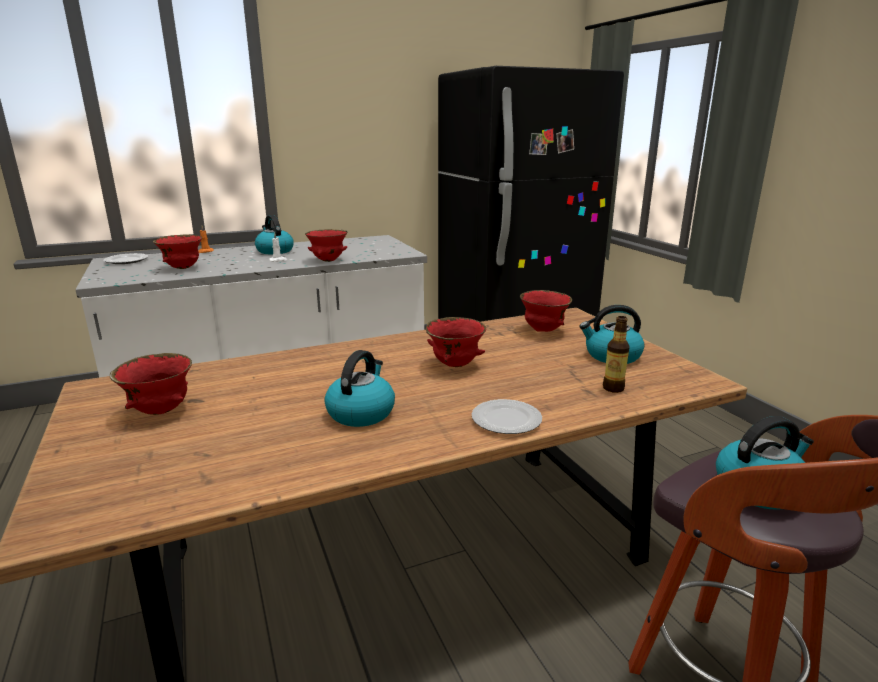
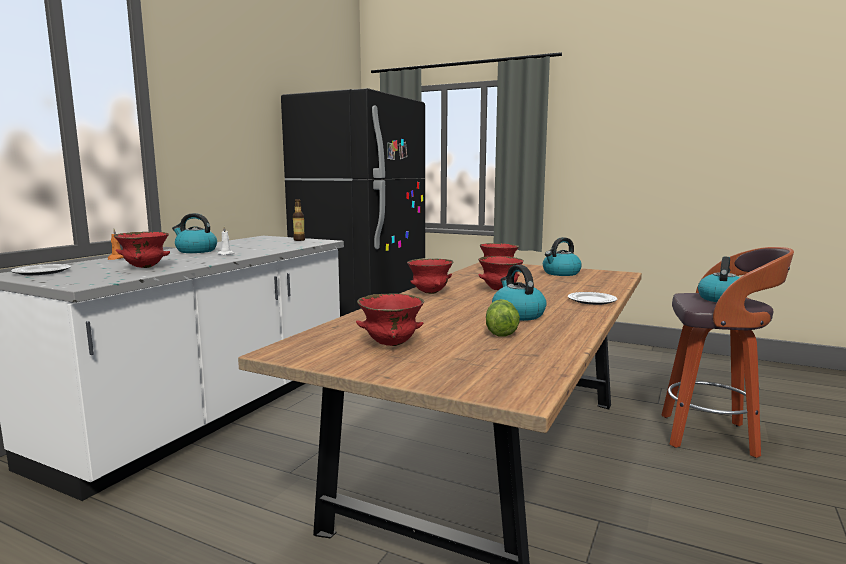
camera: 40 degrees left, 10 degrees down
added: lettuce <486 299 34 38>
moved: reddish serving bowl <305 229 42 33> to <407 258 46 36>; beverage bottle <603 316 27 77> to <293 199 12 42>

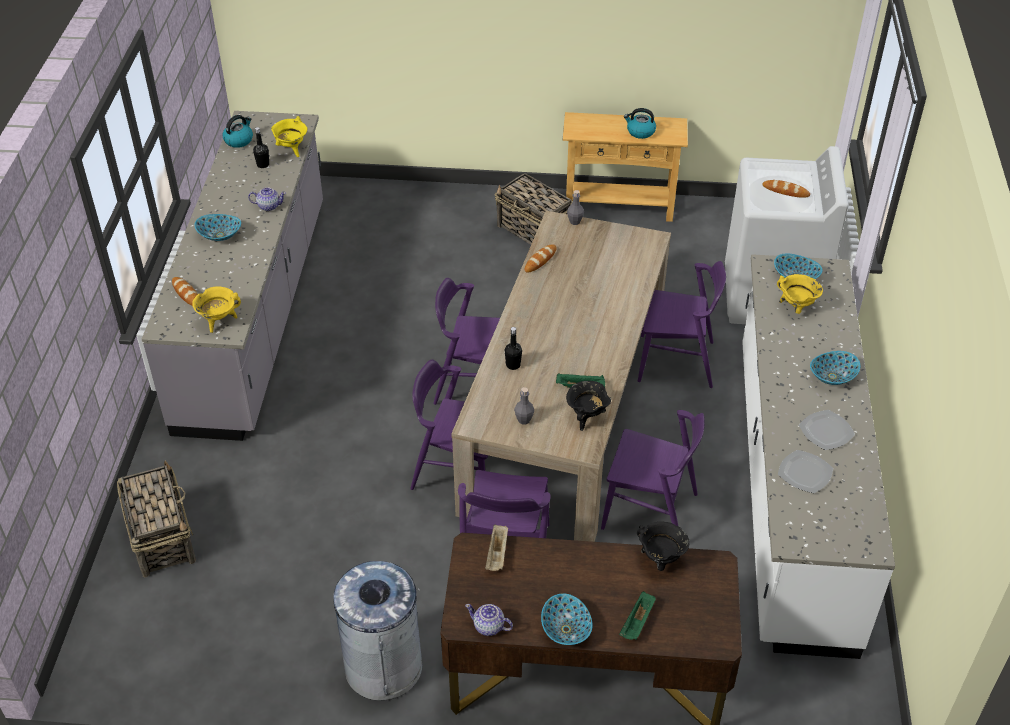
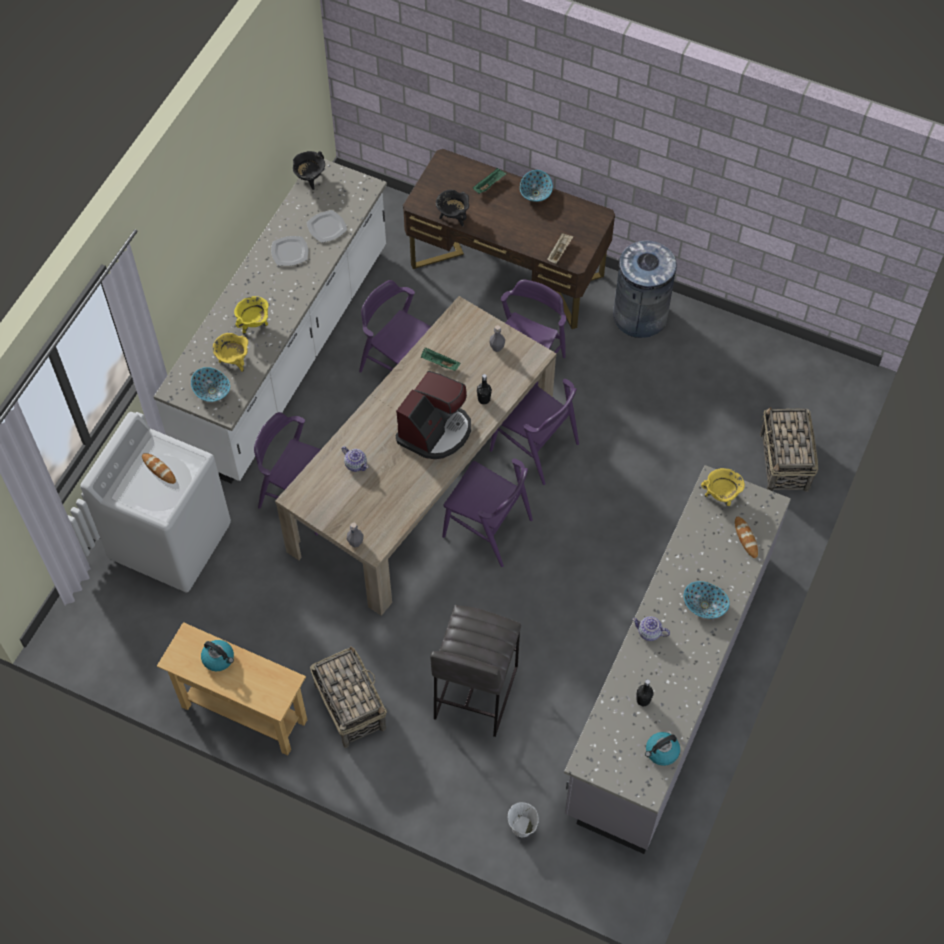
camera: 160 degrees left, 15 degrees up
removed: baked bread <524 244 32 29>; serving bowl <810 351 50 34>
added: coffee brewer <396 371 75 88>; grey stool seat <430 605 91 132>; white-coloured bucket <508 802 31 35>
moved: yellowish saucepot <271 116 36 41> to <234 296 35 39>; pot for tea <465 604 48 32> to <342 446 27 26>; black-coloured saucepot <566 381 45 50> to <293 151 32 39>

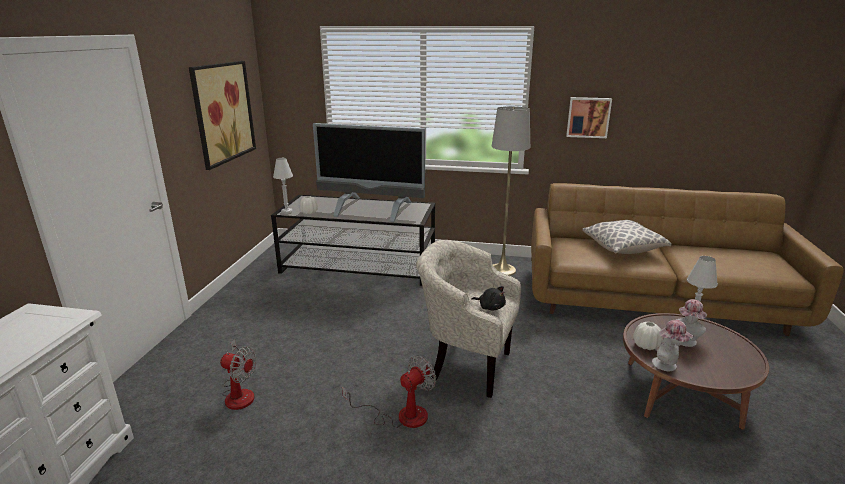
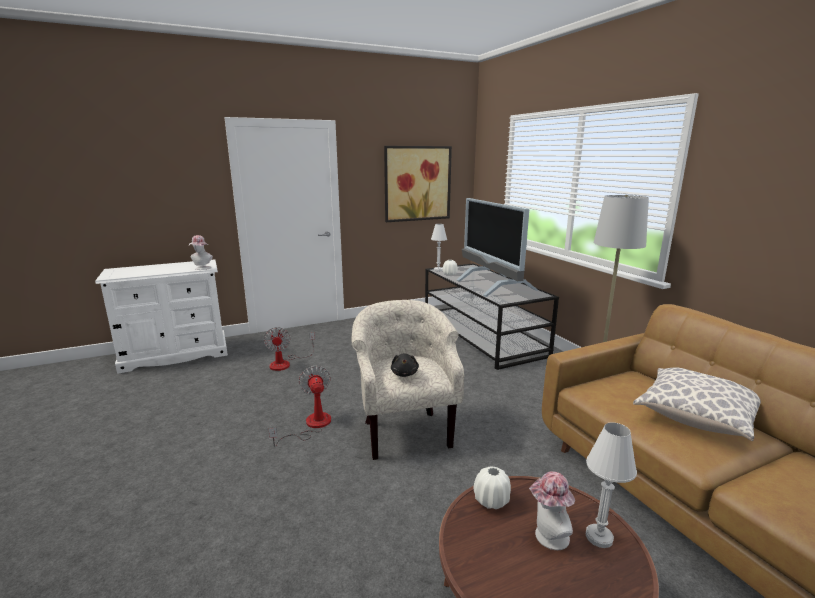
camera: 55 degrees right, 5 degrees down
removed: wall picture <566 97 46 41>
moved: hat <652 320 42 51> to <189 235 24 35>
turned: electric fan <342 355 94 73> = <269 366 62 80> 120 degrees counterclockwise

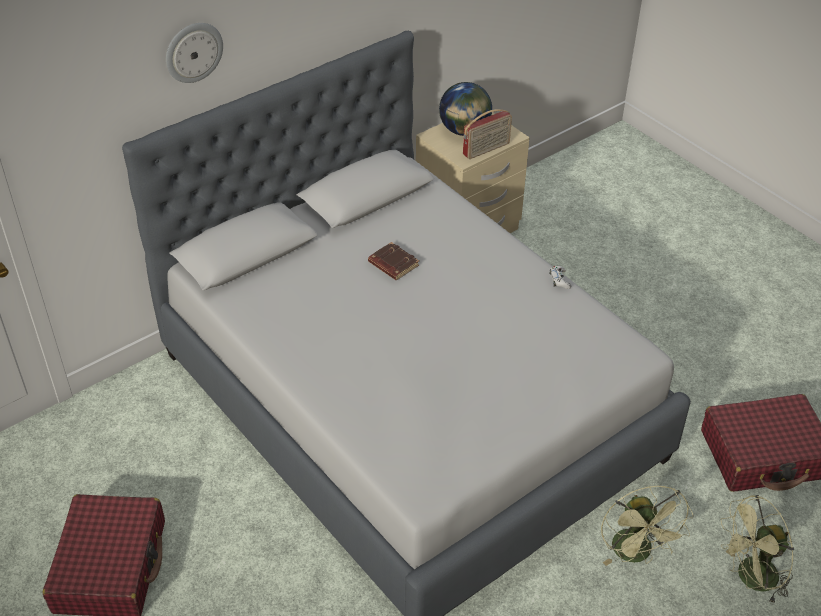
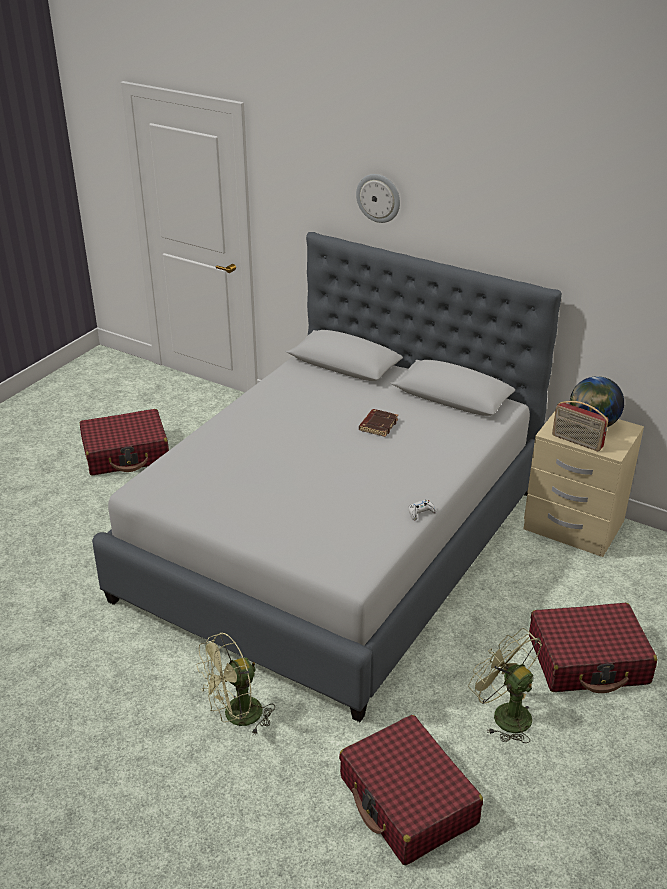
camera: 70 degrees right, 10 degrees down
added: reddish piece of luggage <529 603 128 90>
moved: green electric fan <721 495 73 109> to <468 628 74 115>

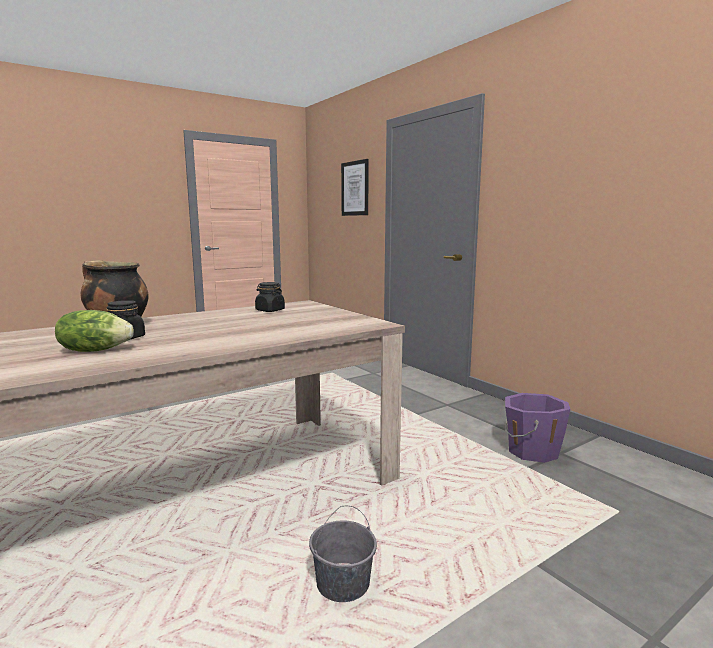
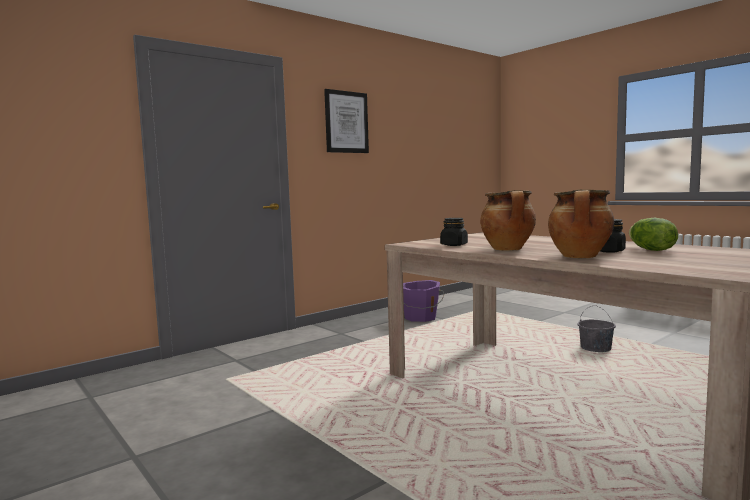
camera: 95 degrees left, 5 degrees down
added: saucepot <480 190 56 61>
moved: wall picture <341 159 28 57> to <324 89 45 64>

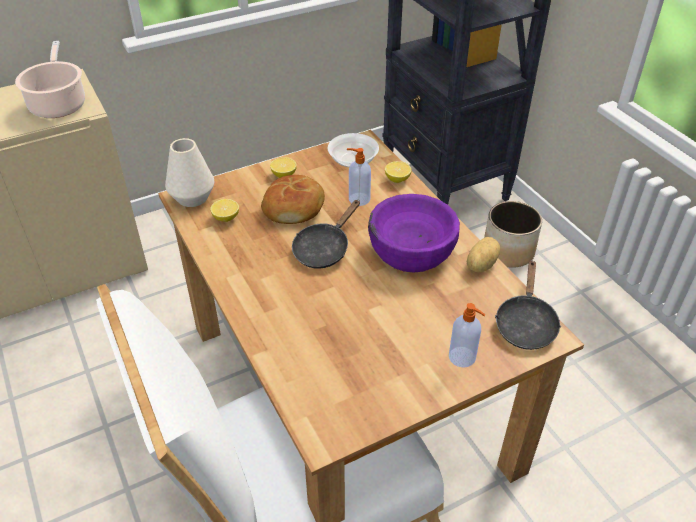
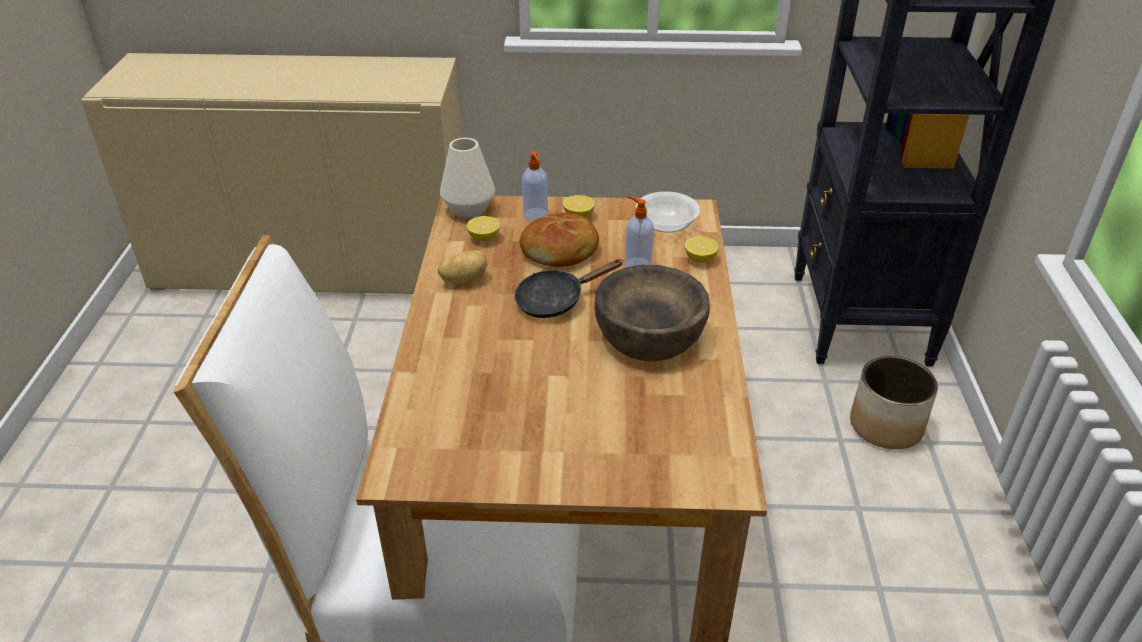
camera: 30 degrees right, 5 degrees down
removed: saucepot <15 41 70 77>; black-coloured frying pan <495 260 66 90>
moved: soap bottle <449 303 36 65> to <522 151 26 70>; whole potato <467 237 33 35> to <438 250 49 34>
recoloured: purple-coloured serving bowl <368 194 92 79> to brown serving bowl <595 265 115 96>

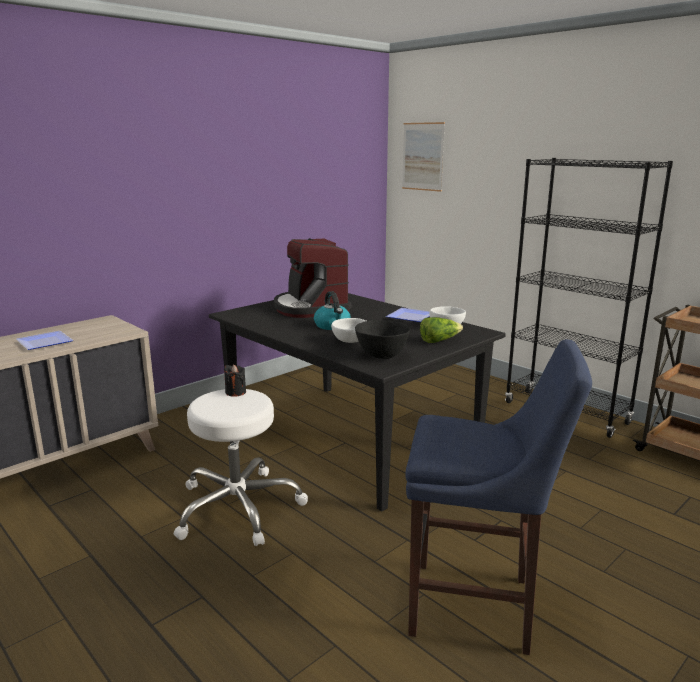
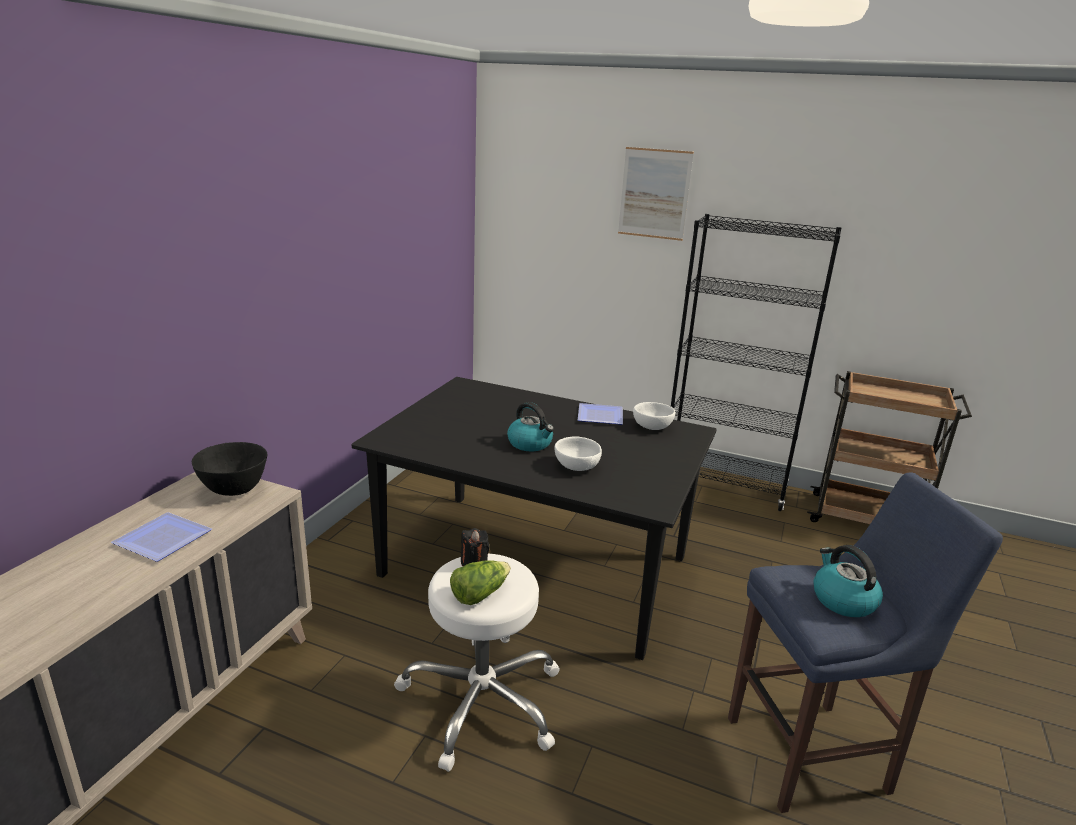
camera: 25 degrees left, 5 degrees up
removed: coffee brewer <274 238 77 80>
added: kettle <813 545 70 72>
moved: black-coloured serving bowl <355 320 55 39> to <192 442 75 54>; wall picture <402 122 43 70> to <618 147 76 94>; lettuce <420 317 43 26> to <450 560 61 45>

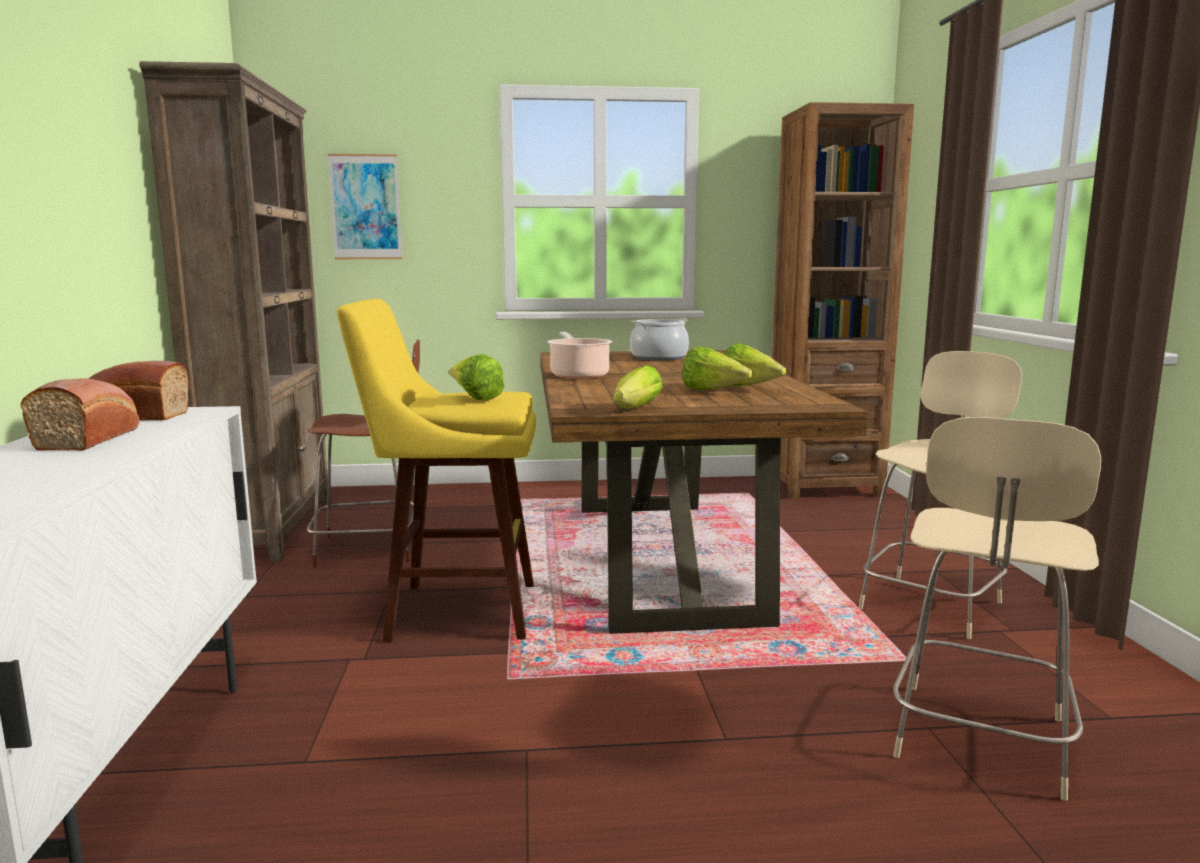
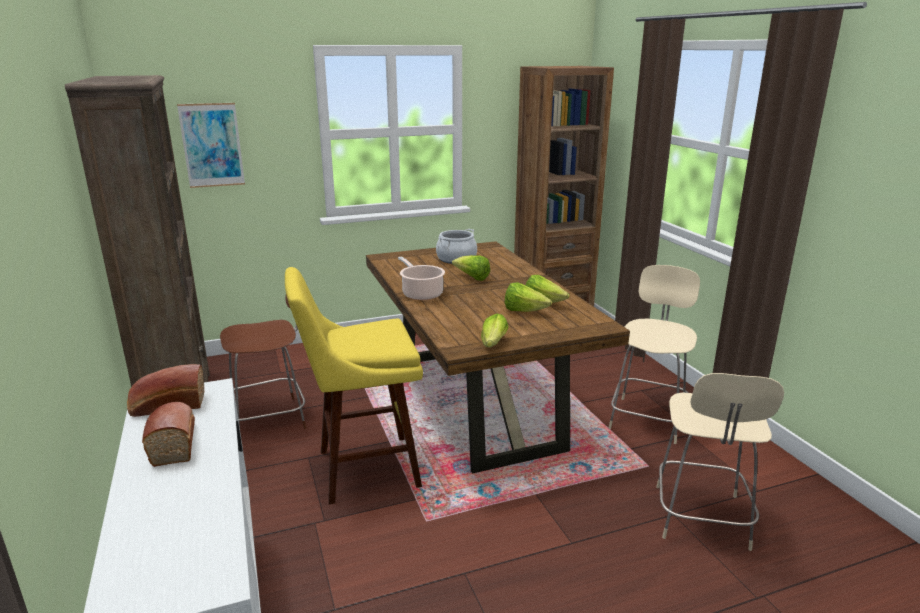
camera: 15 degrees left, 10 degrees up
moved: lettuce <449 354 55 46> to <452 255 38 26>

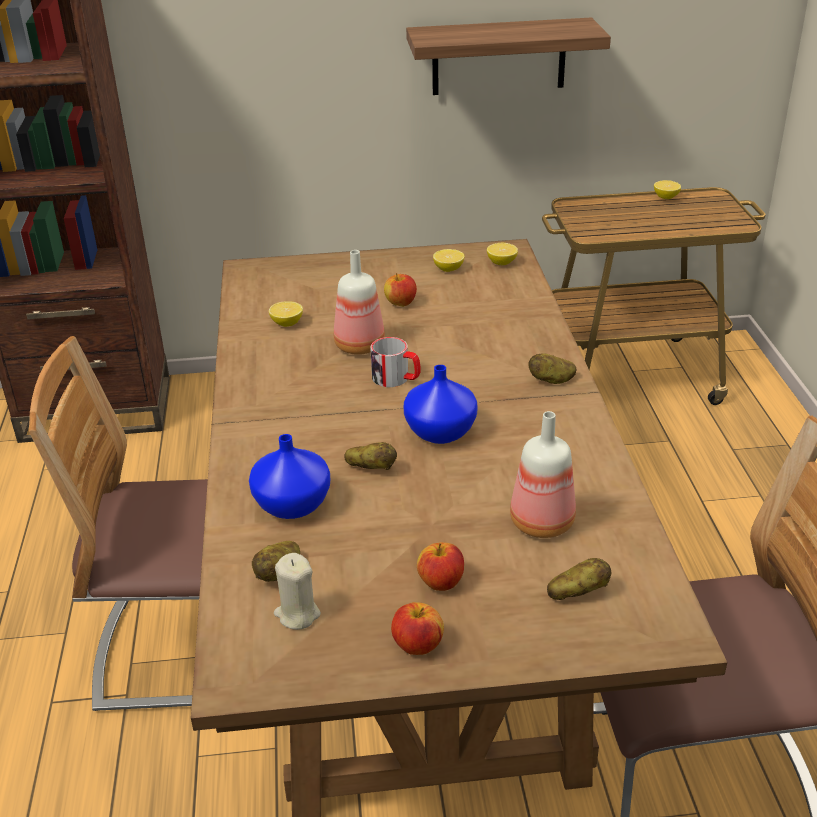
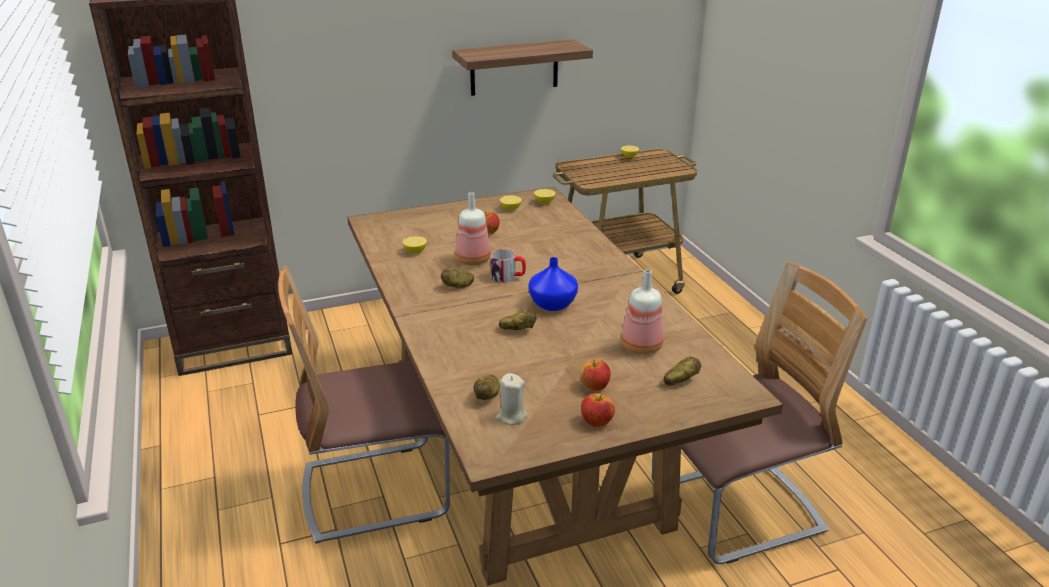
camera: 15 degrees left, 5 degrees down
removed: blue decorative vase <249 434 81 85>
moved: whole potato <528 354 48 30> to <441 268 33 20>

